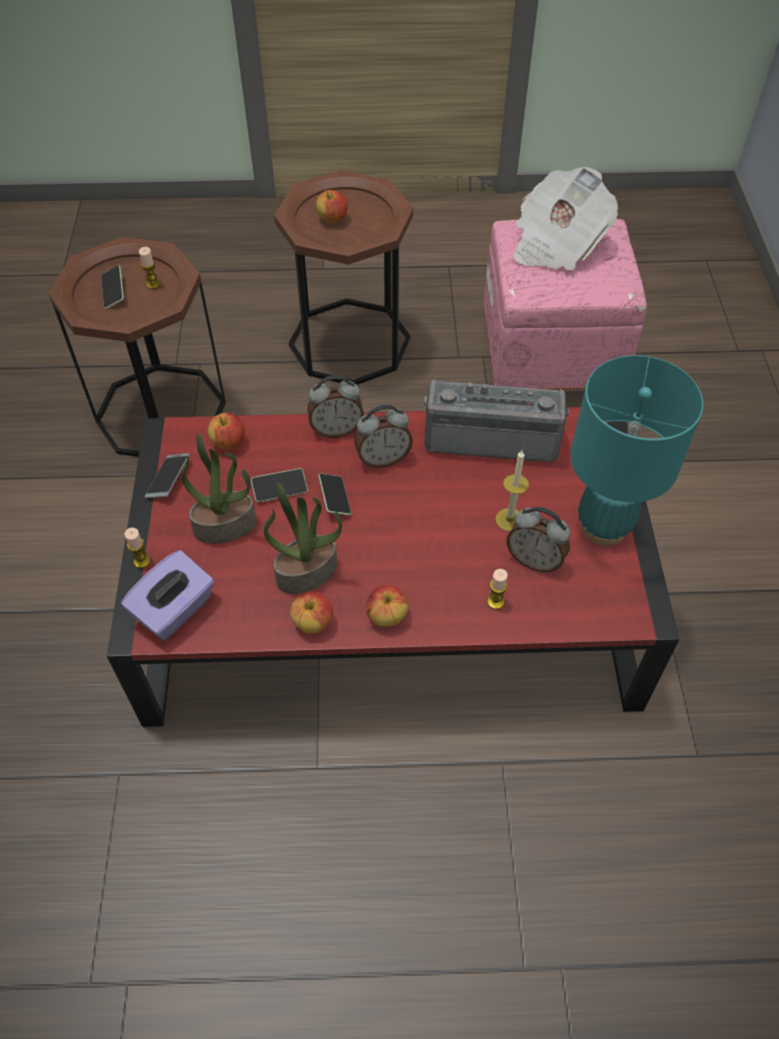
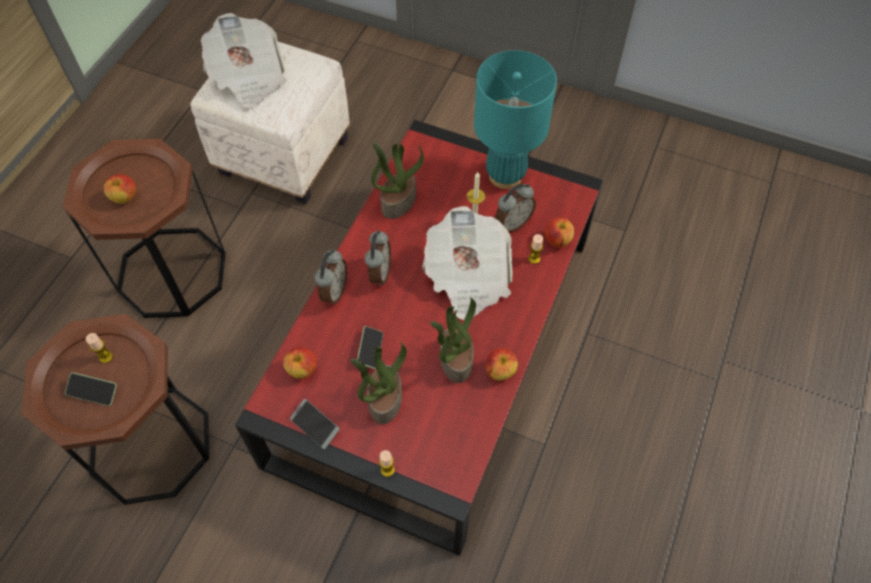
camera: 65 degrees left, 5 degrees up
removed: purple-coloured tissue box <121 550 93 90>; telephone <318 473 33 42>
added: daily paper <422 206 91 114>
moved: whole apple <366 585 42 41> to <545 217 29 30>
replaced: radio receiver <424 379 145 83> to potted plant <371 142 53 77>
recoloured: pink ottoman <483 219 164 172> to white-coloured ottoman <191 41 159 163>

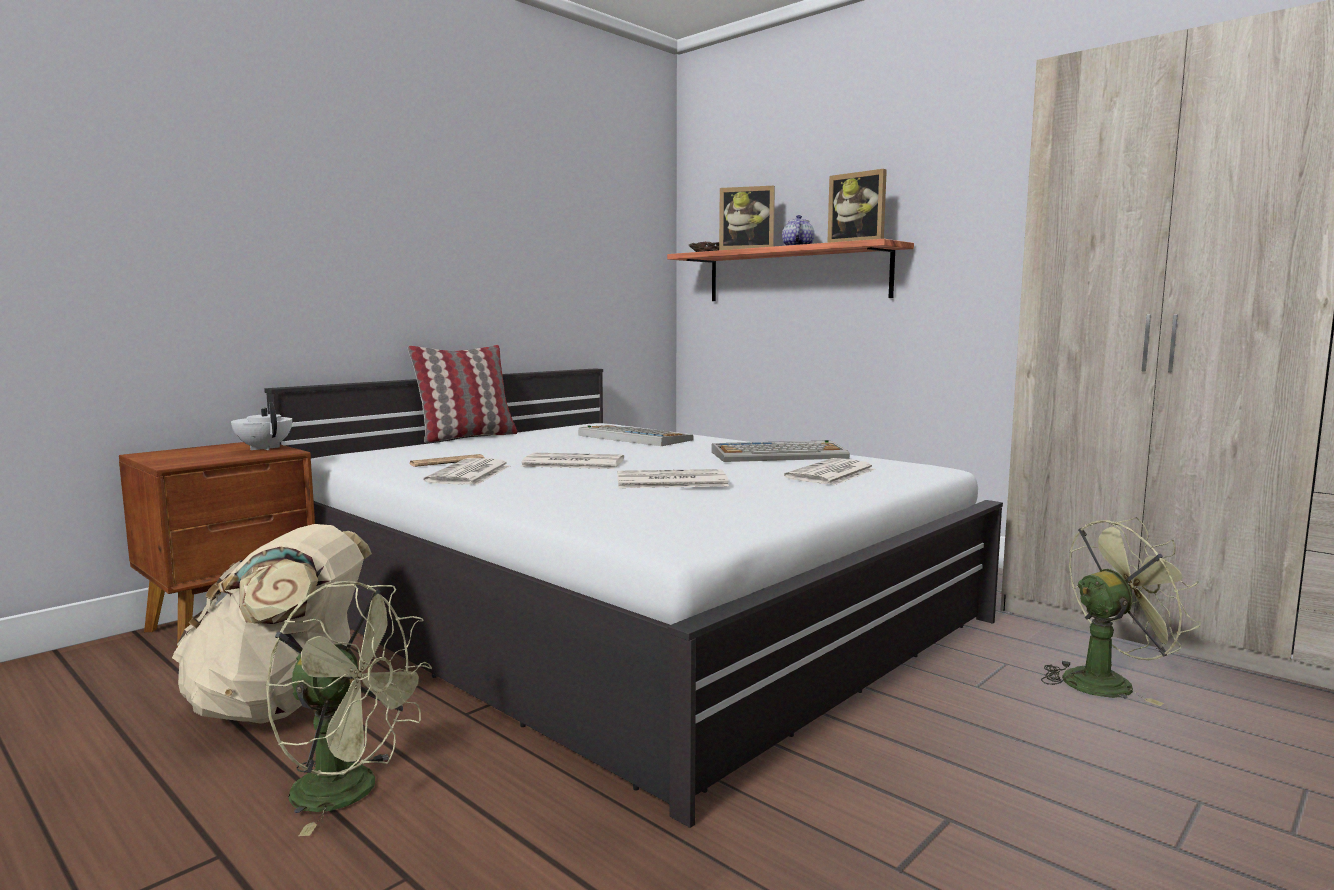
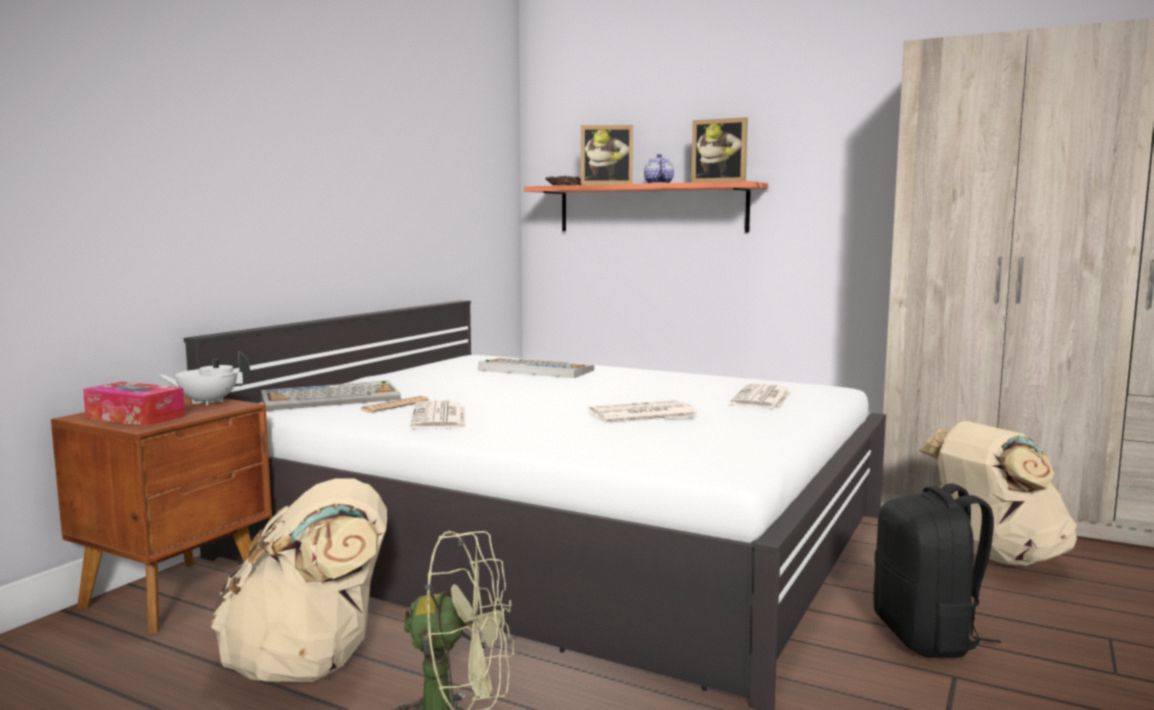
camera: 15 degrees left, 0 degrees up
removed: cushion <408 345 109 98>; daily paper <520 453 104 16>
added: tissue box <83 381 102 45>; black-coloured backpack <873 483 128 175>
moved: computer keyboard <712 440 138 22> to <261 381 140 30>
replaced: green electric fan <1041 517 160 189> to sand-coloured backpack <919 421 158 145>
turned: white-coloured pot for tea <231 403 61 47> = <158 351 92 55> 45 degrees counterclockwise

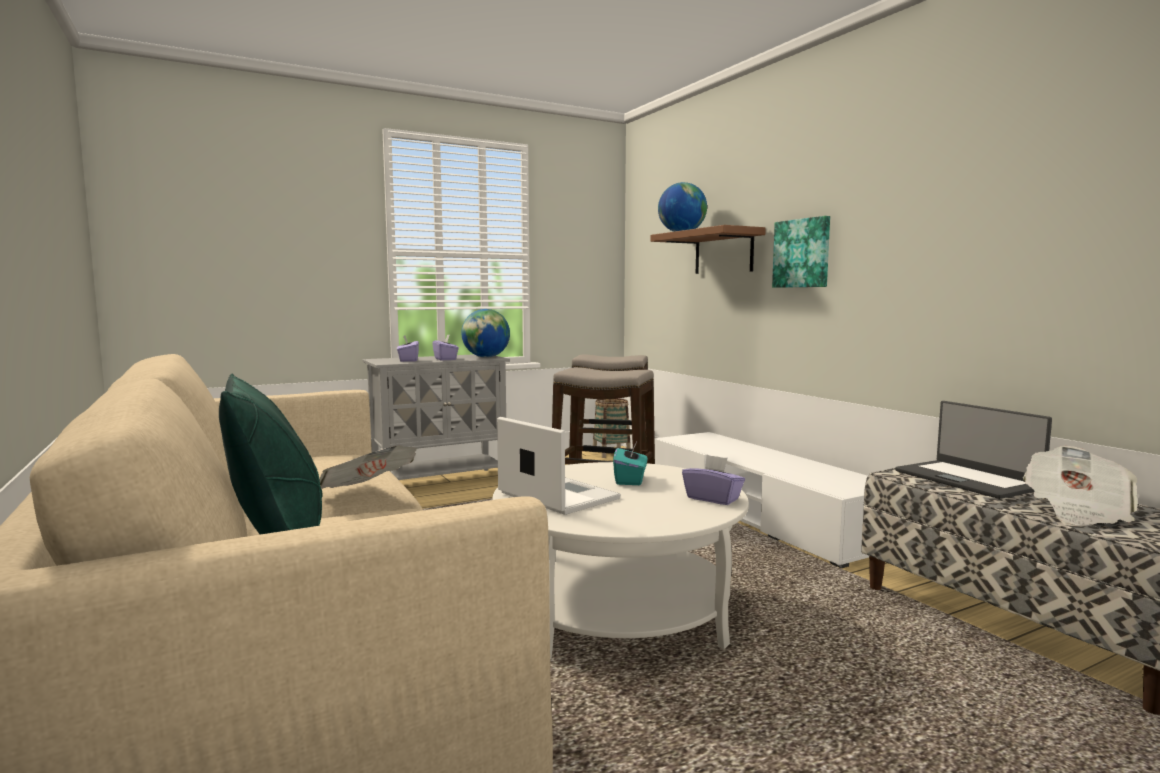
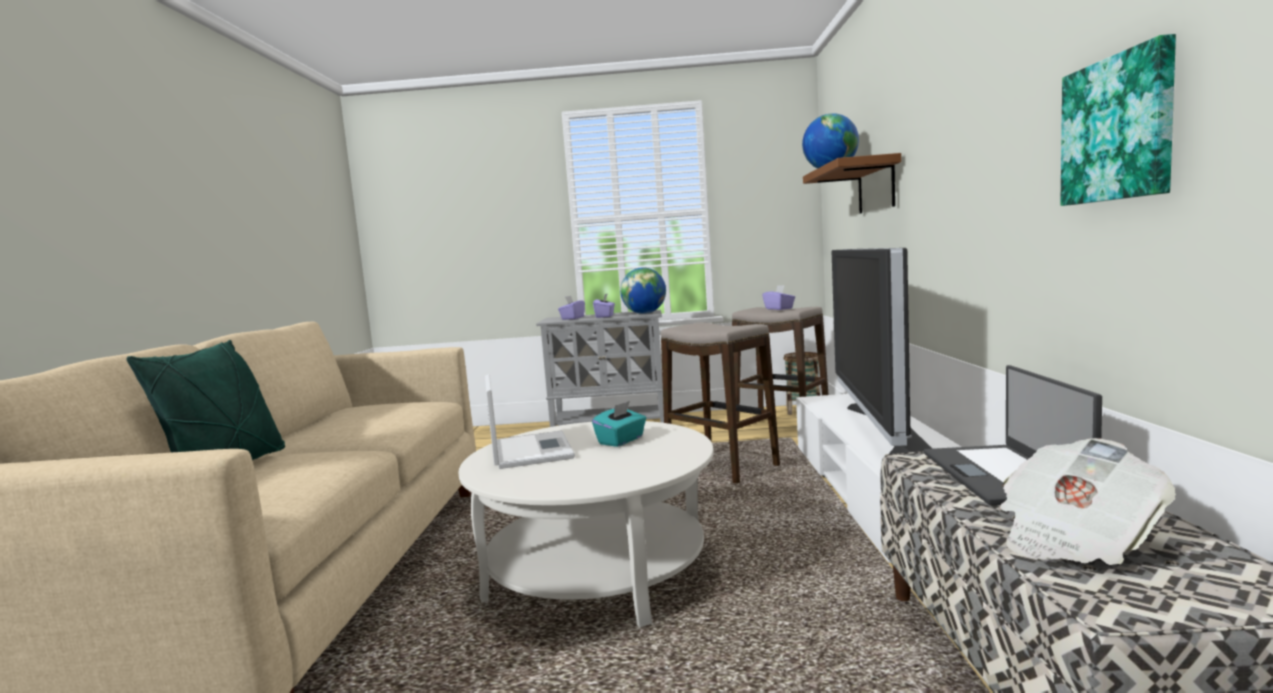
camera: 30 degrees right, 0 degrees up
removed: daily paper <319 446 98 43>
added: television <831 248 101 206>
moved: purple-coloured tissue box <682 455 63 50> to <762 285 33 25>; wall picture <772 216 58 72> to <1060 34 116 172>

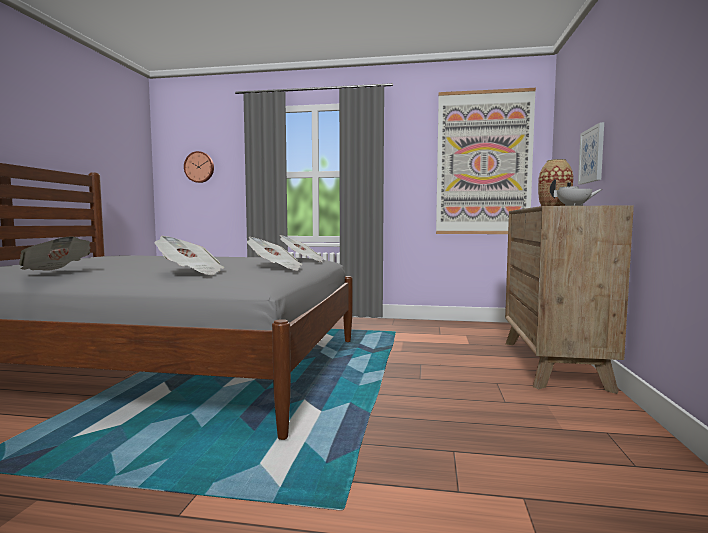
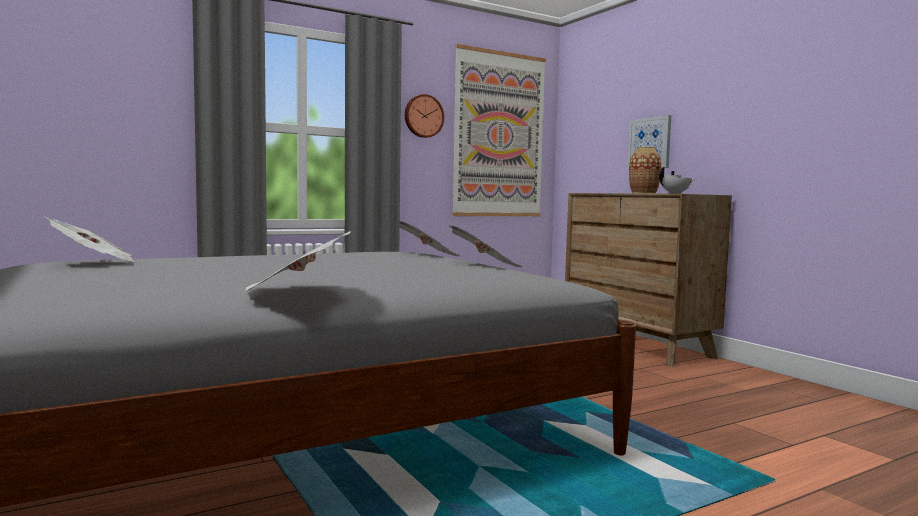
camera: 40 degrees left, 0 degrees up
moved: daily paper <155 236 69 39> to <44 216 91 47>; hanging clock <184 151 30 32> to <405 94 39 44>

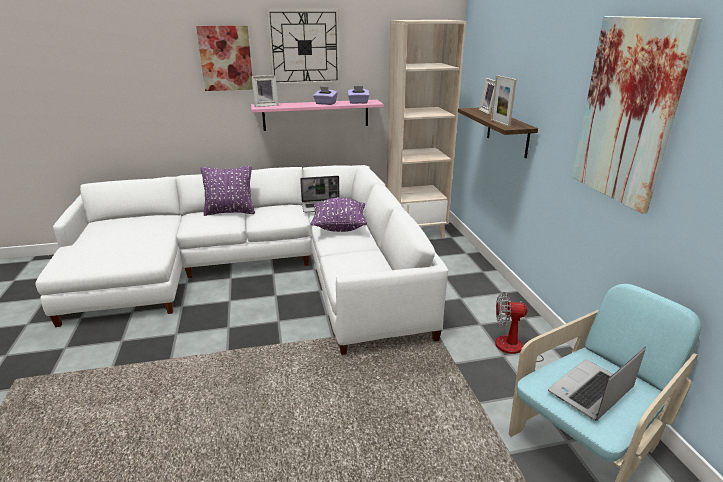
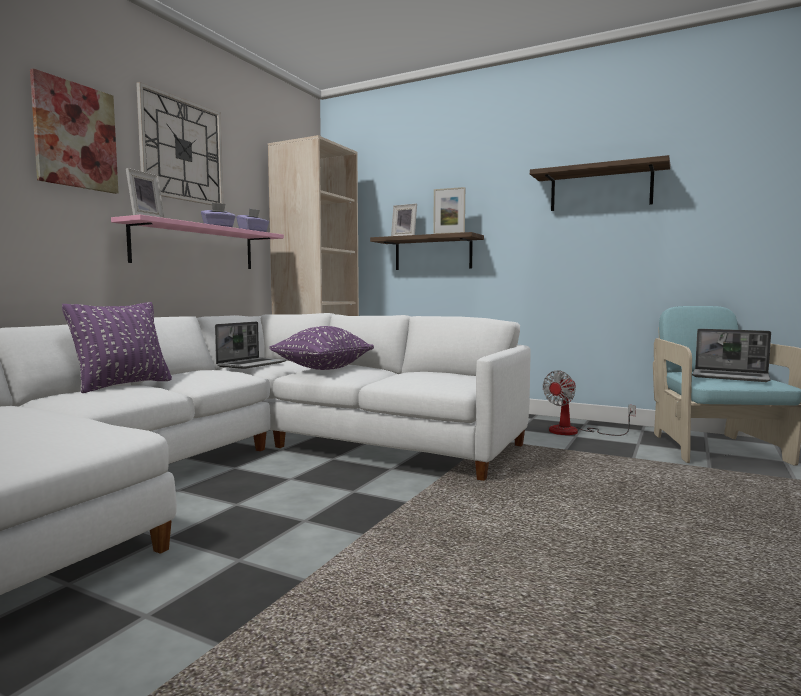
camera: 50 degrees left, 20 degrees down
replaced: wall picture <572 16 130 198> to wall shelf <530 155 140 56>
turned: portable computer <548 347 98 74> = <692 329 79 53> 60 degrees counterclockwise

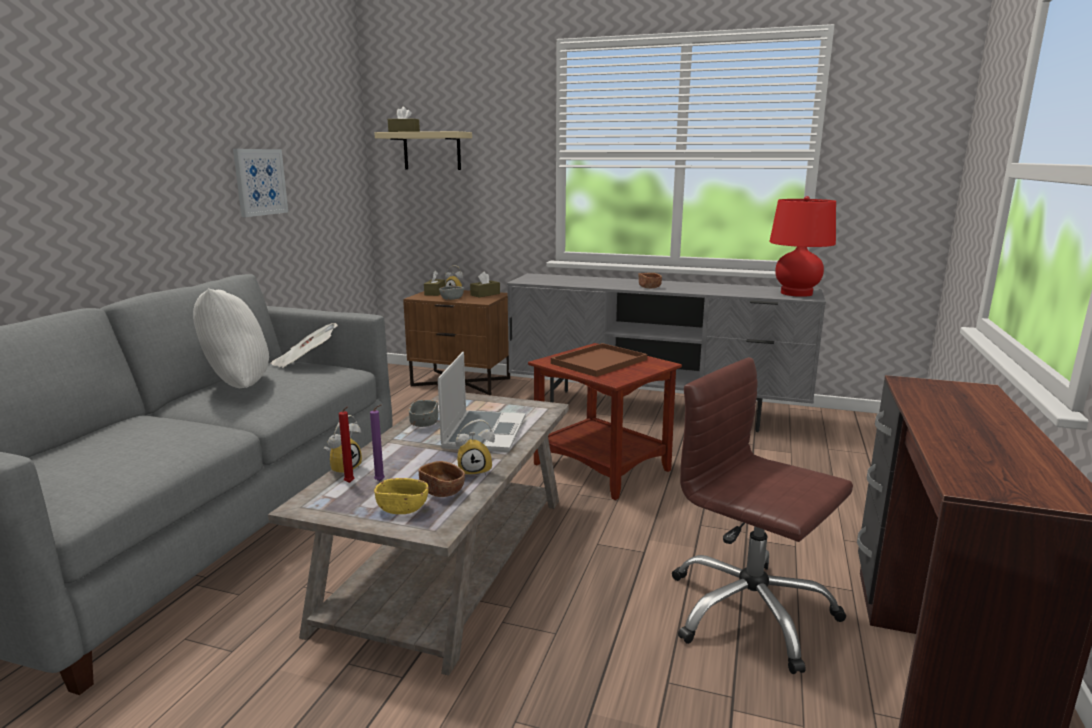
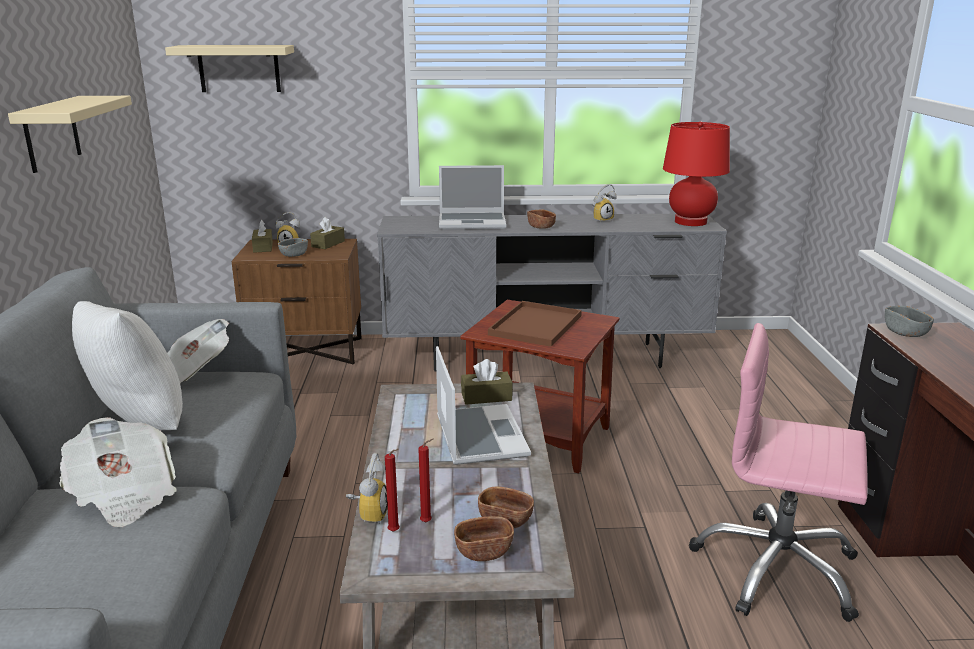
camera: 20 degrees left, 5 degrees up
added: daily paper <59 417 118 110>; portable computer <439 165 67 65>
moved: brown tissue box <388 107 32 25> to <461 359 52 46>; grey serving bowl <409 400 30 27> to <885 306 49 31>; bedside clock <456 419 39 57> to <592 184 25 39>
replaced: wall picture <233 149 55 68> to sand-coloured wall shelf <8 96 124 77>
recoloured: purple-coloured candle <370 404 15 77> to reddish candle <418 439 15 83>; yellowish serving bowl <374 478 54 36> to brown serving bowl <454 516 60 45>; brown computer chair <672 357 181 317> to pink computer chair <689 323 179 299>

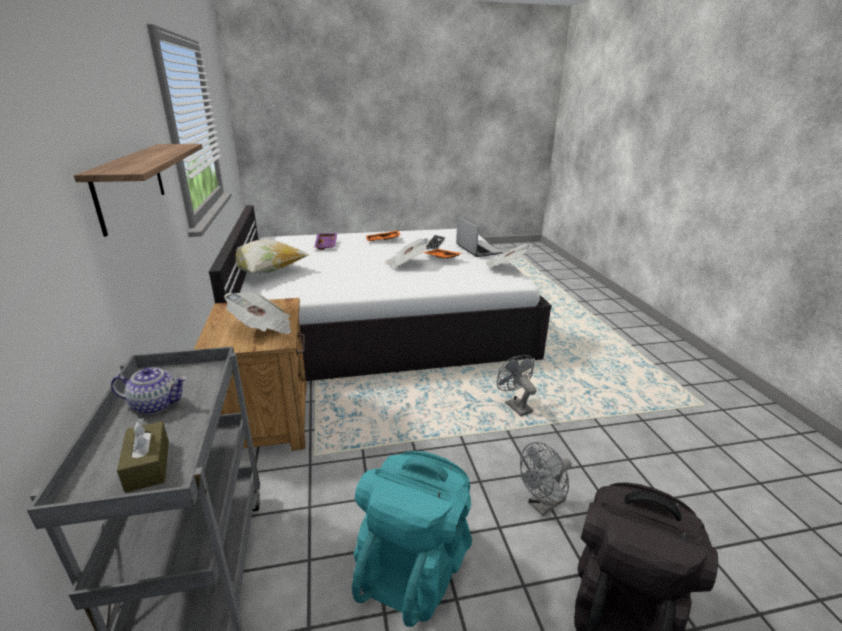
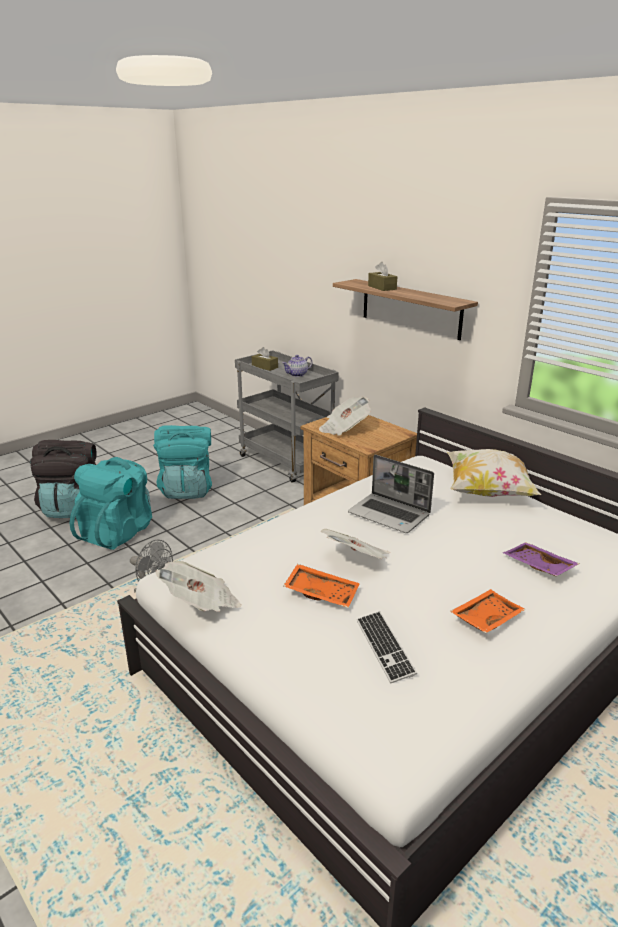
camera: 150 degrees right, 0 degrees up
added: brown tissue box <368 262 29 29>
moved: portable computer <456 216 46 41> to <348 455 86 78>
replaced: grey electric fan <520 442 52 74> to turquoise backpack <70 457 82 93>

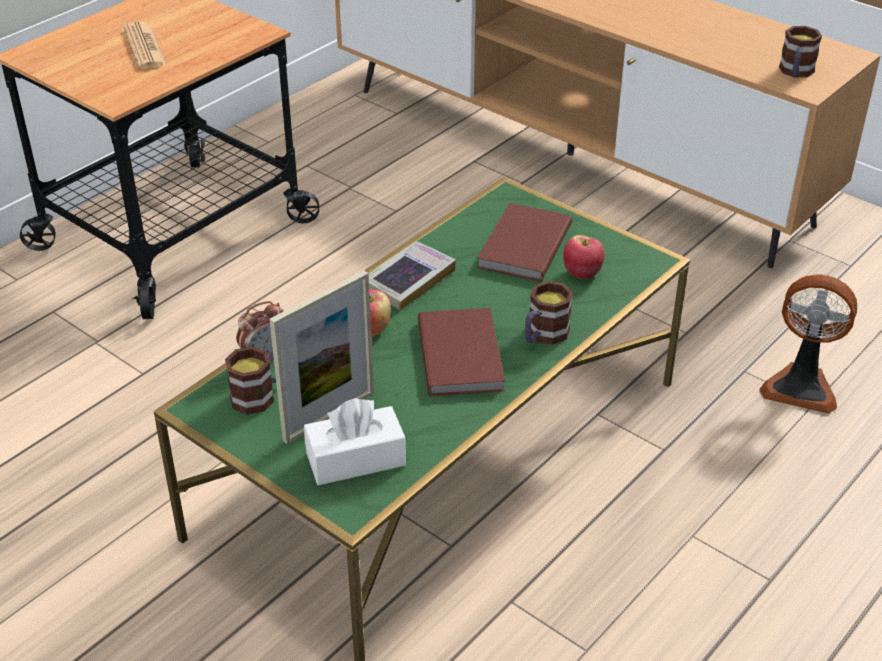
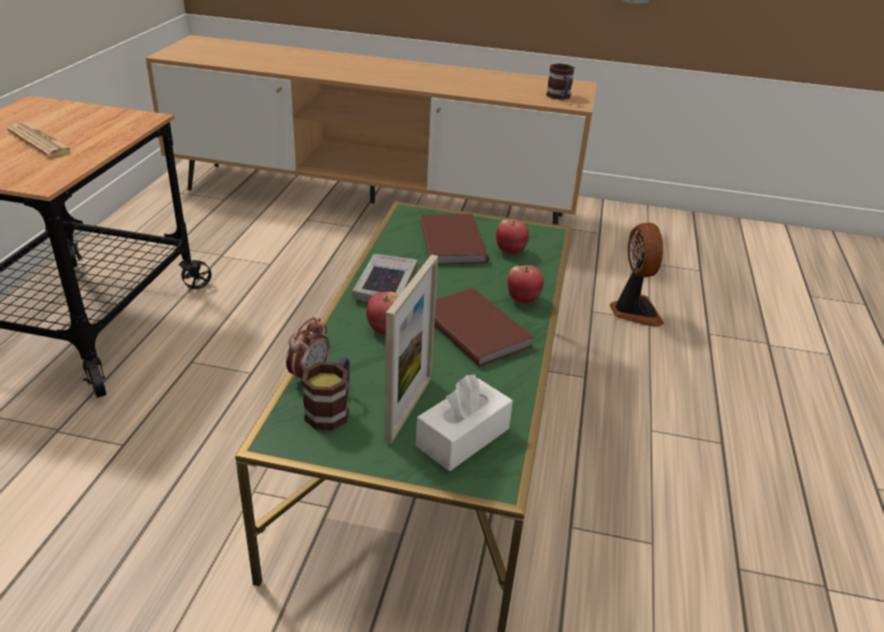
camera: 30 degrees left, 5 degrees down
replaced: tea mug <525 281 48 64> to whole apple <507 265 37 39>
turned: electric fan <760 274 97 140> = <610 223 54 104> 90 degrees counterclockwise

